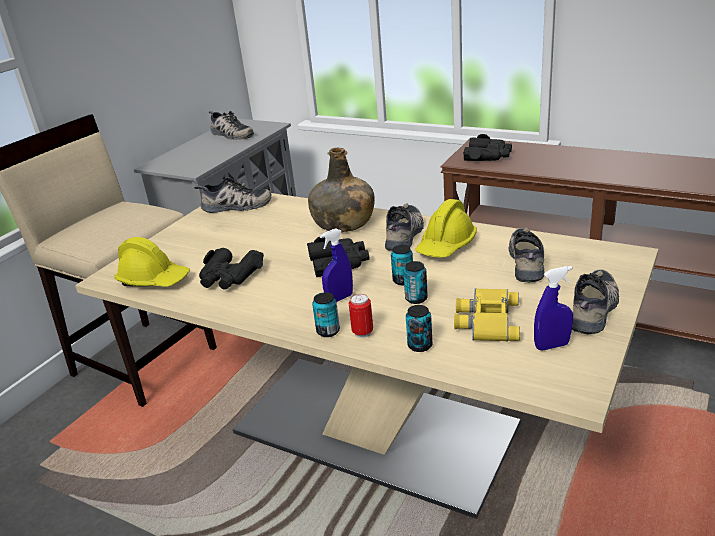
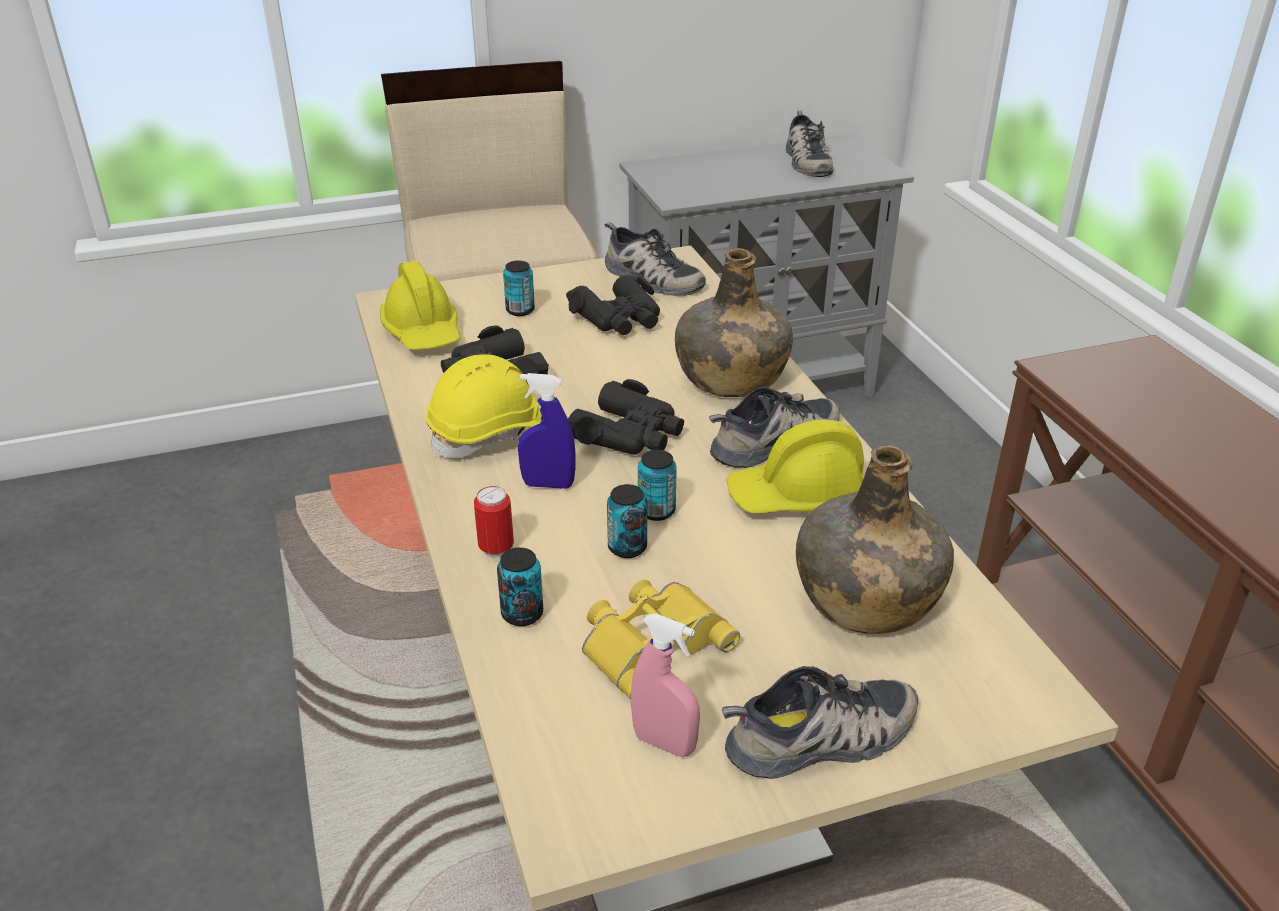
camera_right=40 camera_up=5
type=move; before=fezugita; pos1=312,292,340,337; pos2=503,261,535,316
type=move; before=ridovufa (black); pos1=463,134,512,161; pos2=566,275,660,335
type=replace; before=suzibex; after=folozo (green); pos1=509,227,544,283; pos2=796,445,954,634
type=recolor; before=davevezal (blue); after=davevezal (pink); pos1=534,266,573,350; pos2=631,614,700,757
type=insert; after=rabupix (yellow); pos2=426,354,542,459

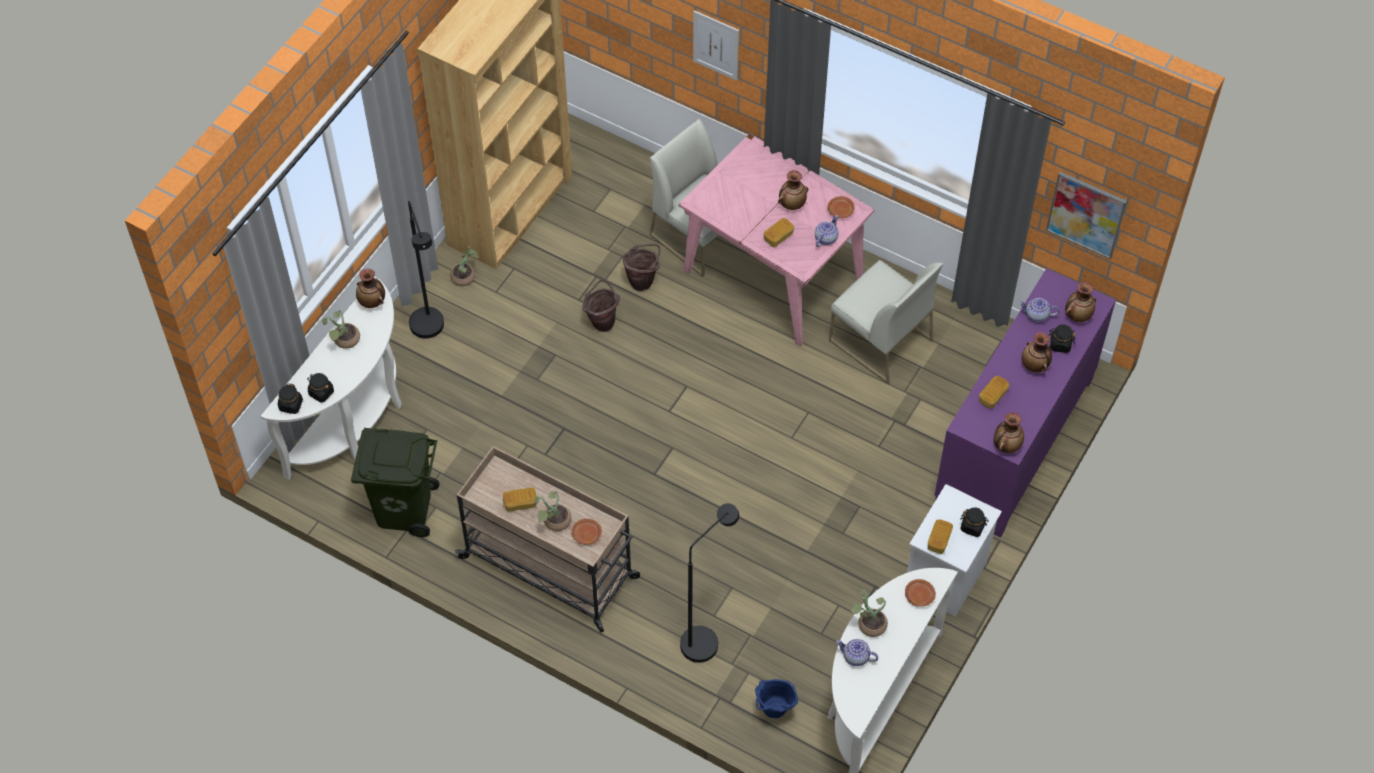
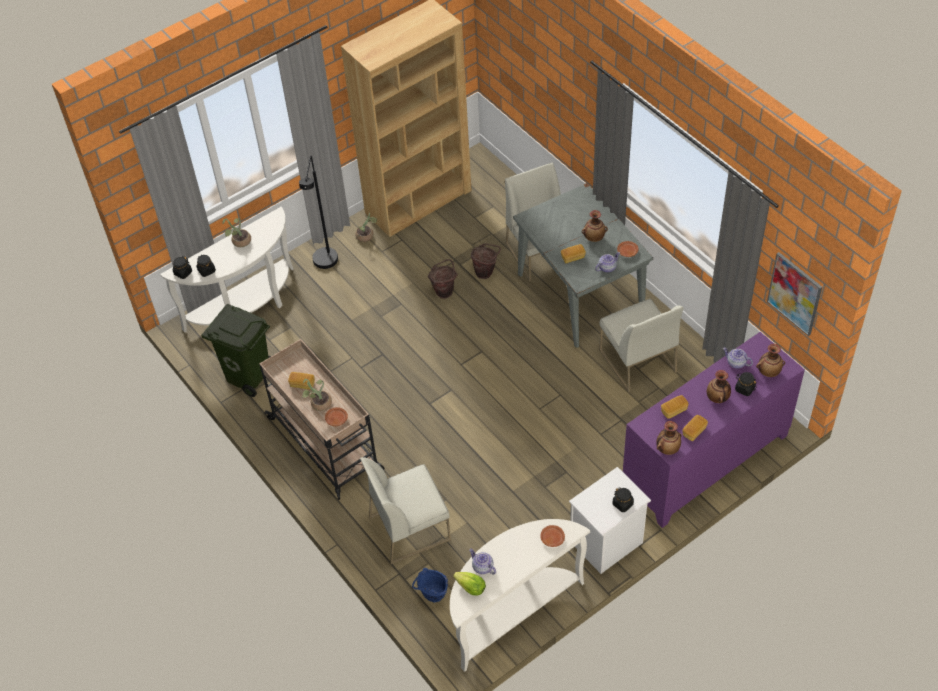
camera_right=25 camera_up=-5
type=delete; before=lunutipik; pos1=356,269,385,308
type=recolor; before=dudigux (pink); after=dudigux (grey); pos1=679,133,874,346; pos2=513,183,653,348
type=replace; before=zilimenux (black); after=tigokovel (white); pos1=680,503,739,663; pos2=360,457,451,564
type=delete; before=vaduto; pos1=693,10,739,81
type=delete; before=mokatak; pos1=850,589,888,637
type=move; before=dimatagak; pos1=928,519,953,554; pos2=683,415,708,441
type=insert; after=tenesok; pos2=453,572,486,596

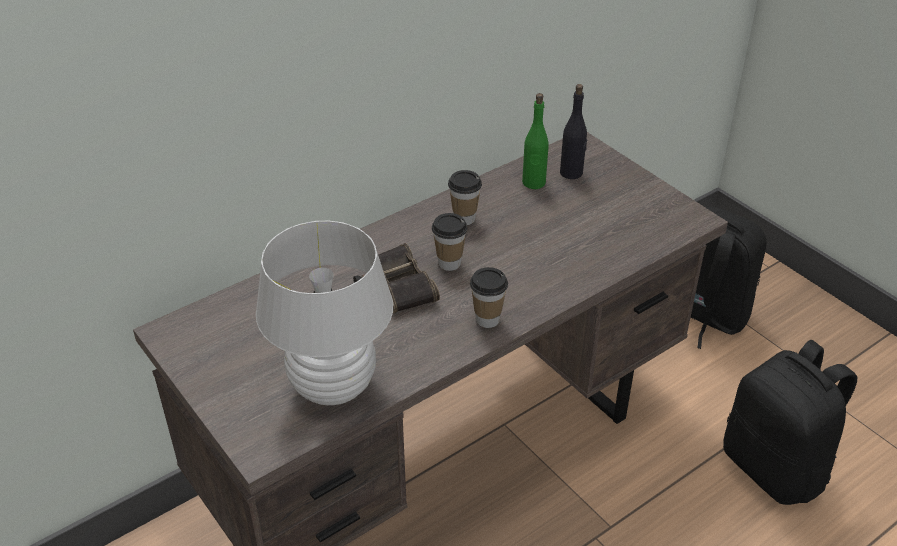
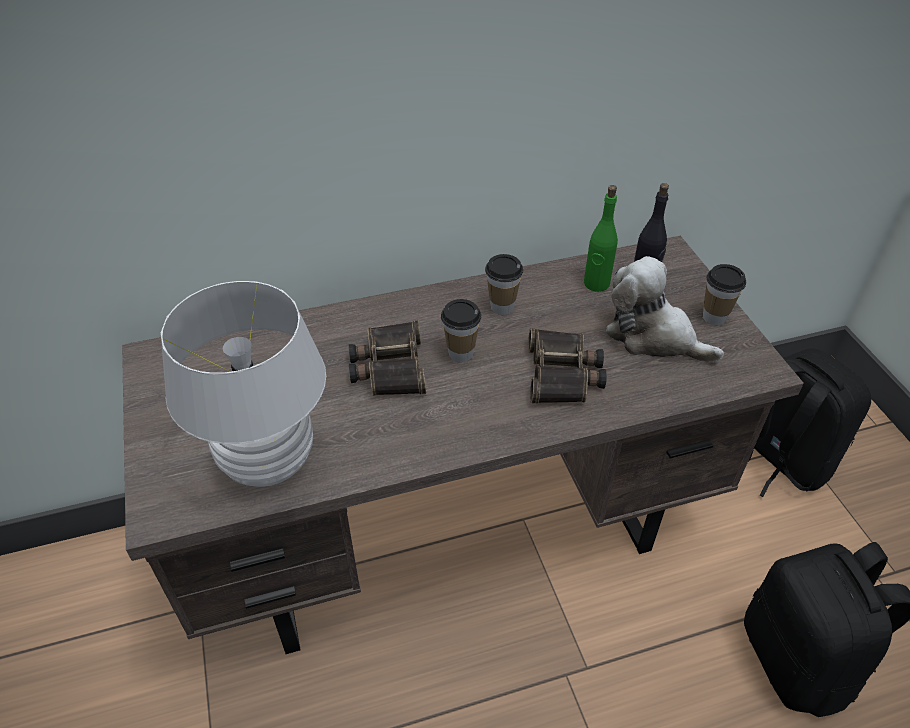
camera_right=20 camera_up=5
type=move; before=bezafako; pos1=470,267,508,328; pos2=703,264,746,325
type=insert; after=ridovufa; pos2=528,328,607,403
type=insert; after=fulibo; pos2=605,256,724,362

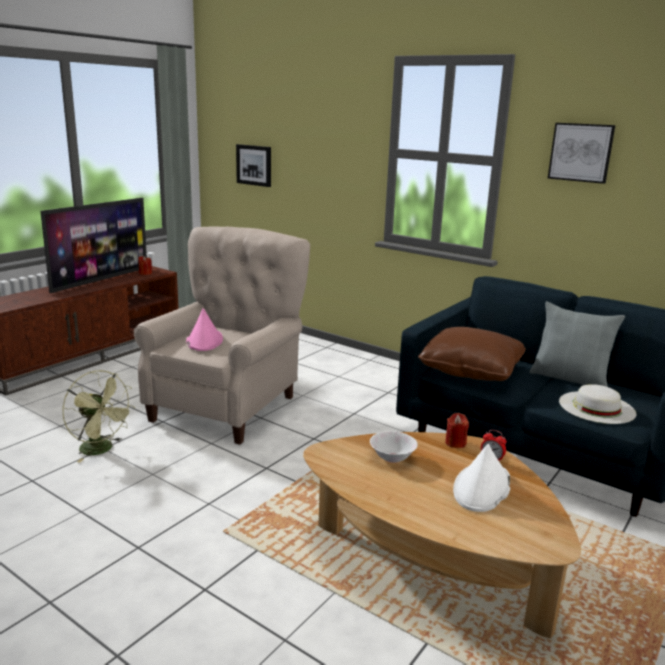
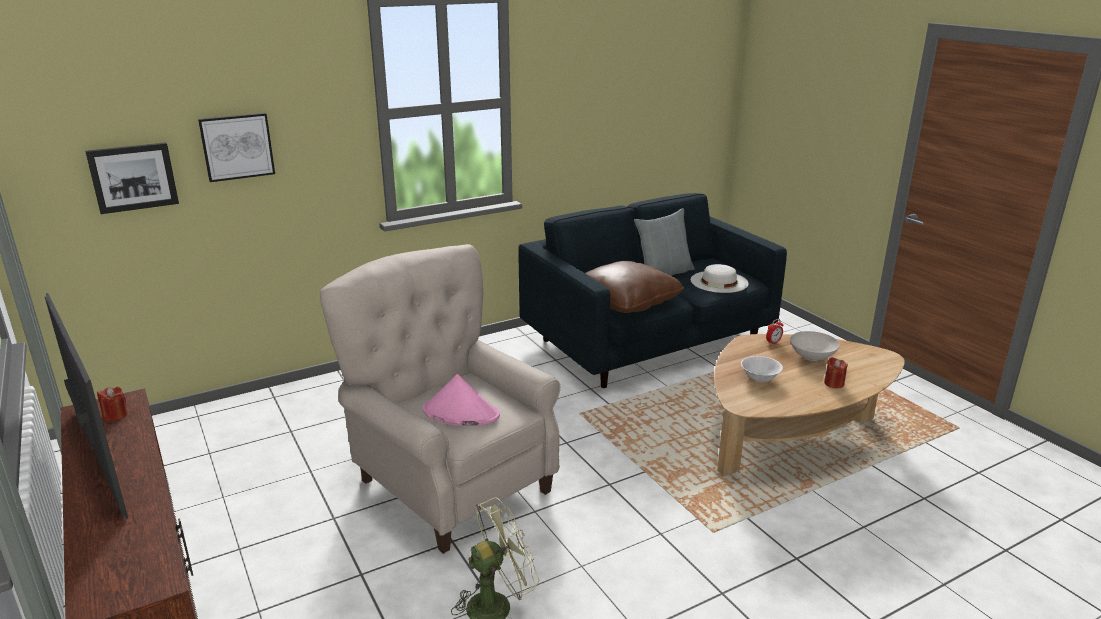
camera_right=-65 camera_up=5
type=move; before=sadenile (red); pos1=445,413,469,448; pos2=824,357,848,388
type=replace; before=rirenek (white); after=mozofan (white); pos1=453,444,510,512; pos2=790,331,840,361
type=move; before=vaduto; pos1=548,123,616,184; pos2=198,113,275,182

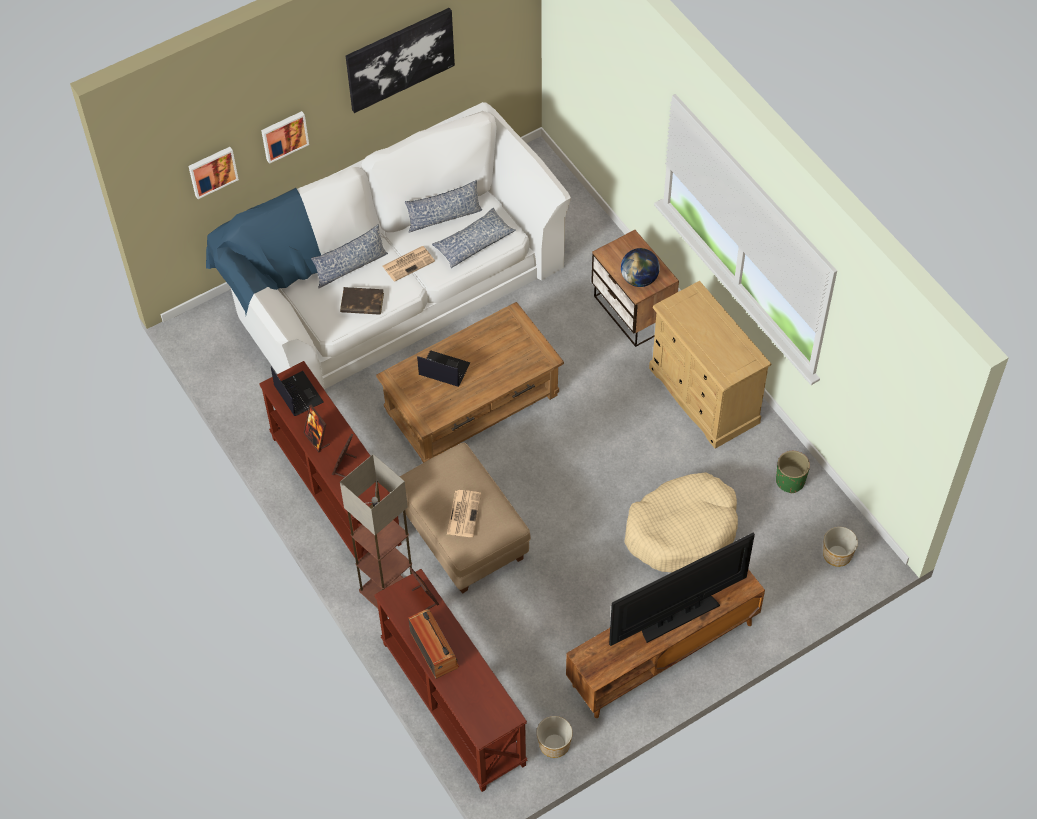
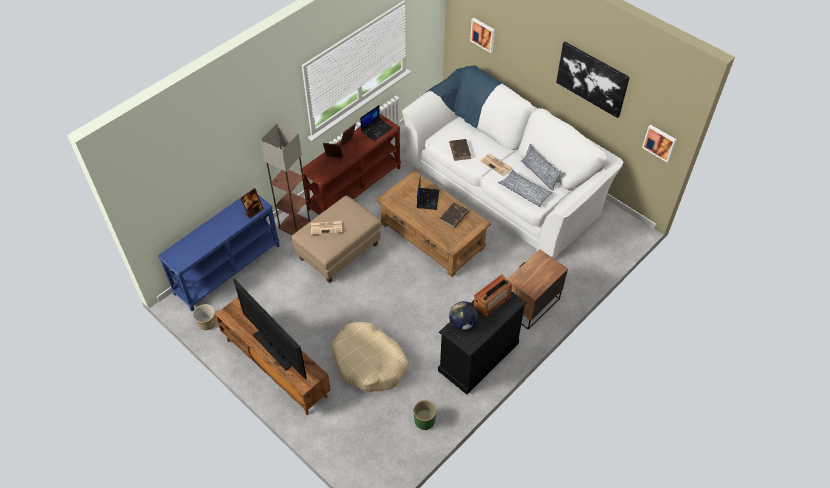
camera_right=75 camera_up=-5
type=move; before=vaduto; pos1=261,111,309,164; pos2=642,125,677,163
type=delete; before=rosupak; pos1=311,225,388,289
type=recolor; before=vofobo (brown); after=vofobo (blue); pos1=375,569,528,792; pos2=158,195,280,312
type=move; before=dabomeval; pos1=408,609,459,679; pos2=474,274,512,316
type=move; before=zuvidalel; pos1=621,248,660,287; pos2=449,301,478,330
type=recolor; before=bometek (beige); after=bometek (black); pos1=649,281,771,449; pos2=438,292,527,394
type=delete; before=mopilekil; pos1=823,527,858,567
type=insert; after=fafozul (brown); pos2=440,202,469,228

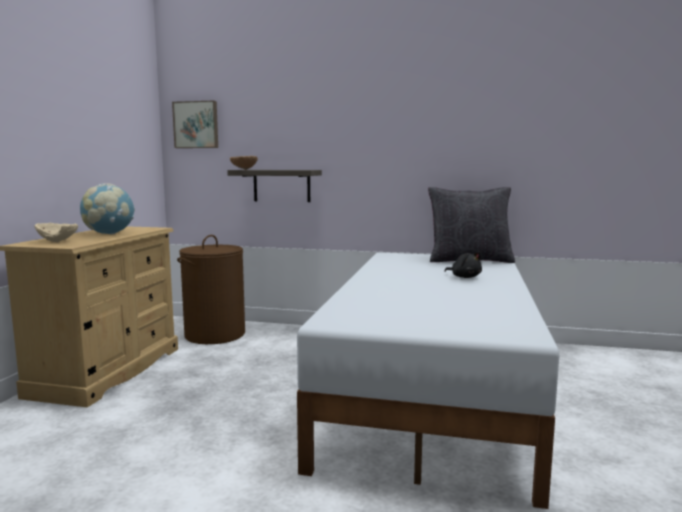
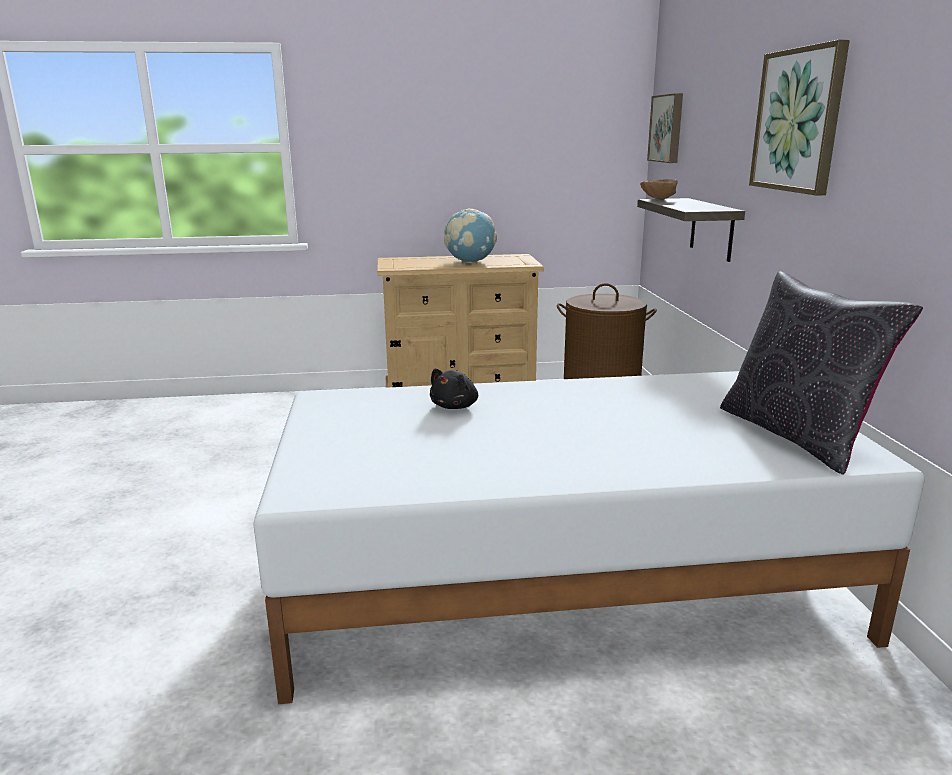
camera_right=70 camera_up=10
type=delete; before=mozofan (beige); pos1=35,223,78,242
type=move; before=fulibo (black); pos1=445,252,482,278; pos2=430,368,478,409
type=insert; after=vaduto; pos2=749,40,850,195

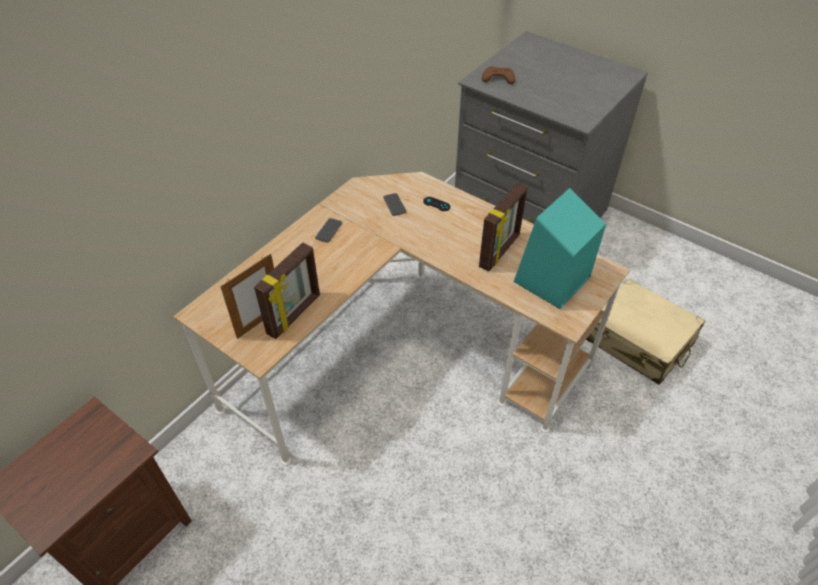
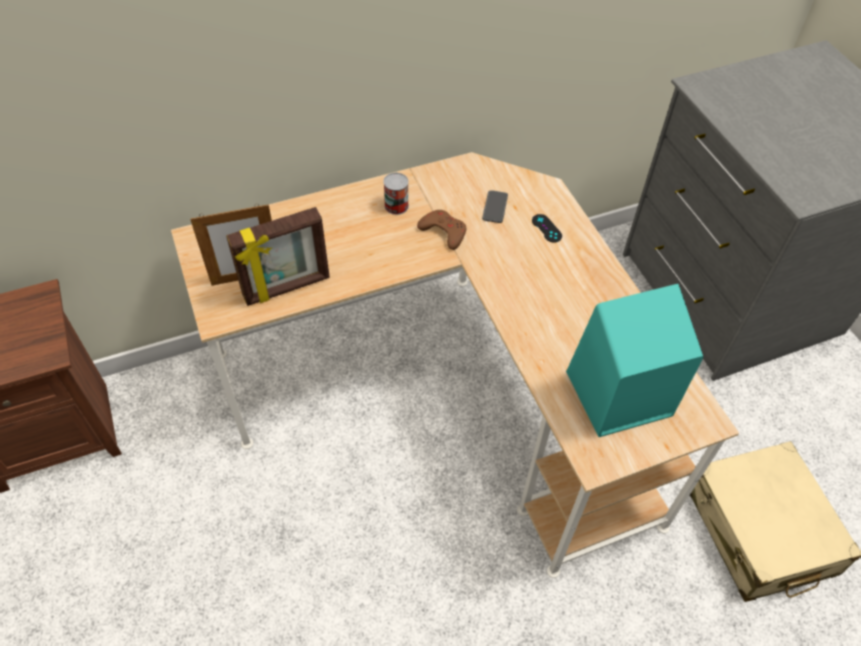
camera_right=30 camera_up=5
type=replace; before=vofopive; after=fezugita; pos1=315,218,342,243; pos2=383,173,409,215
type=delete; before=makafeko; pos1=479,183,527,271
type=move; before=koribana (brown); pos1=482,66,515,84; pos2=417,210,467,250

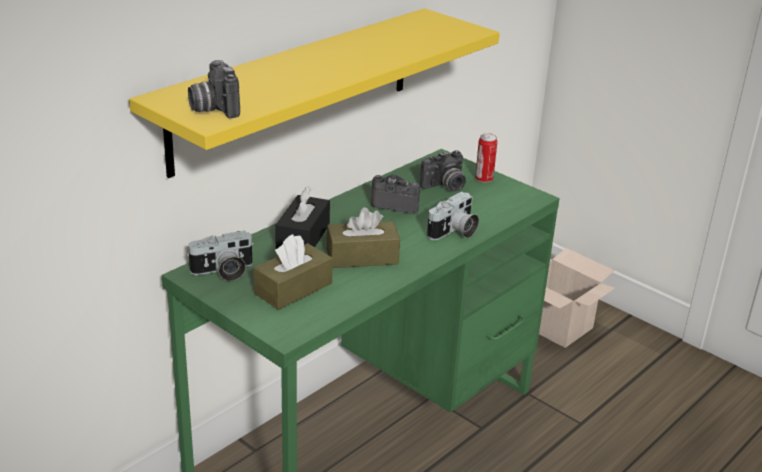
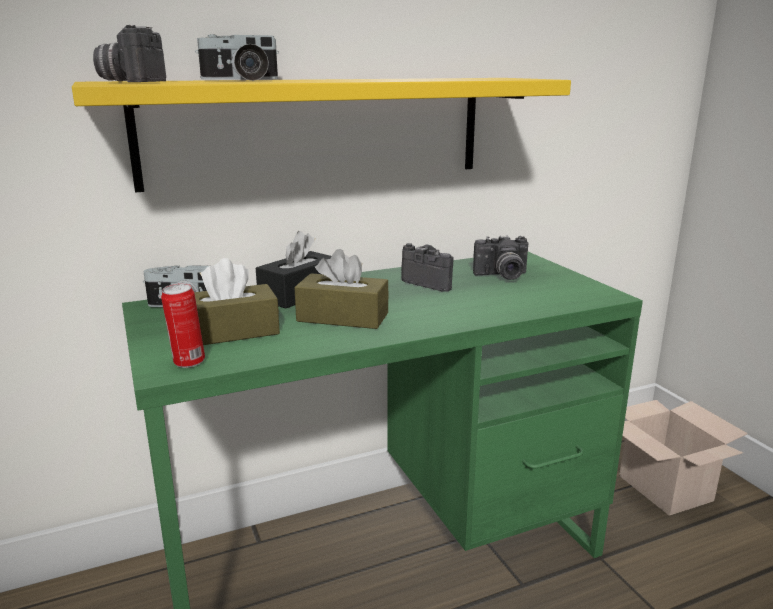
camera_right=25 camera_up=-10
type=move; before=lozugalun; pos1=427,192,479,240; pos2=195,34,279,81
type=move; before=fezugita; pos1=475,133,497,183; pos2=161,283,205,368

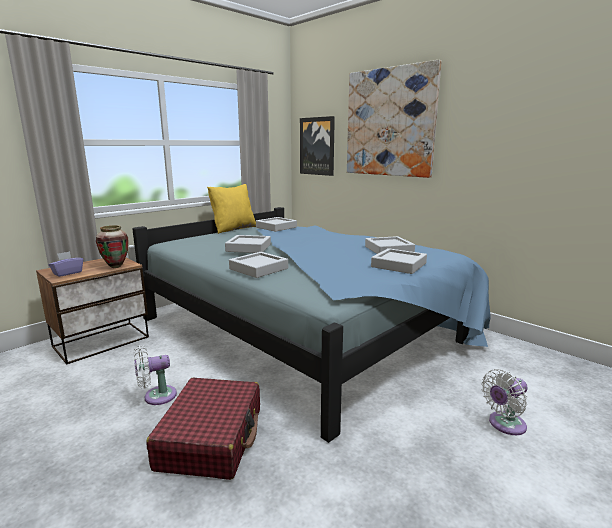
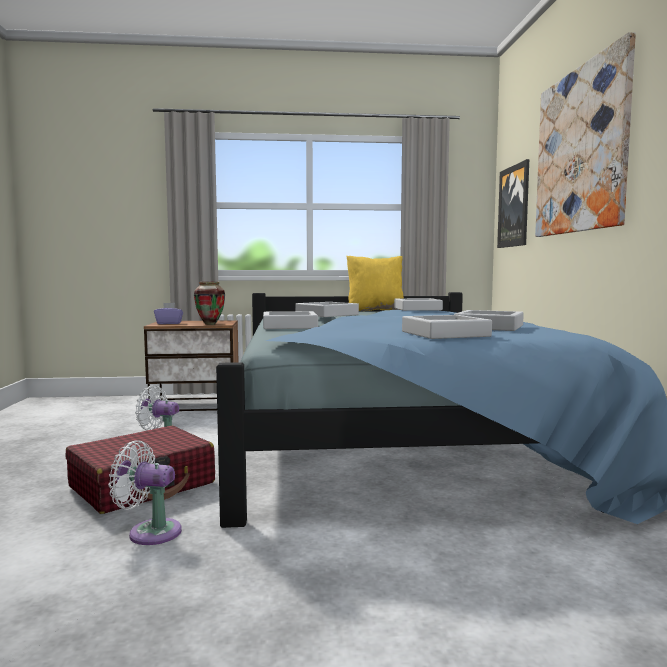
camera_right=40 camera_up=-10
type=move; before=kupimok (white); pos1=481,369,528,435; pos2=109,440,182,545

